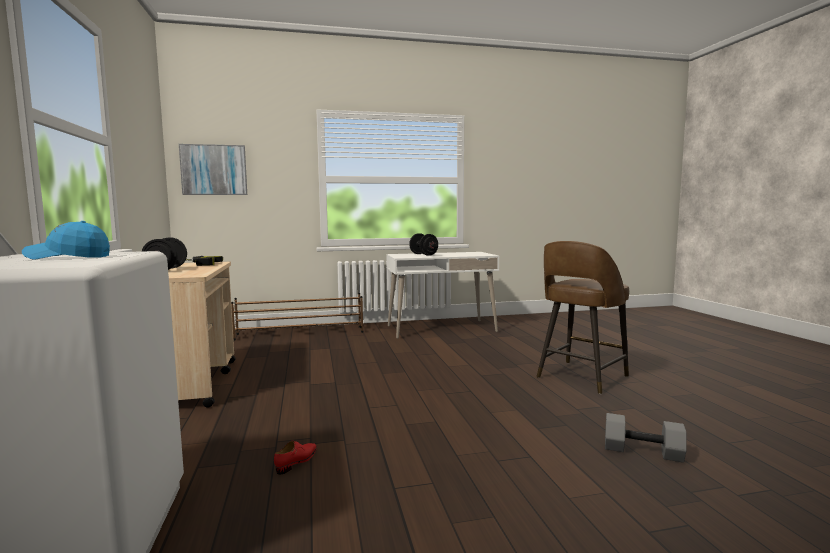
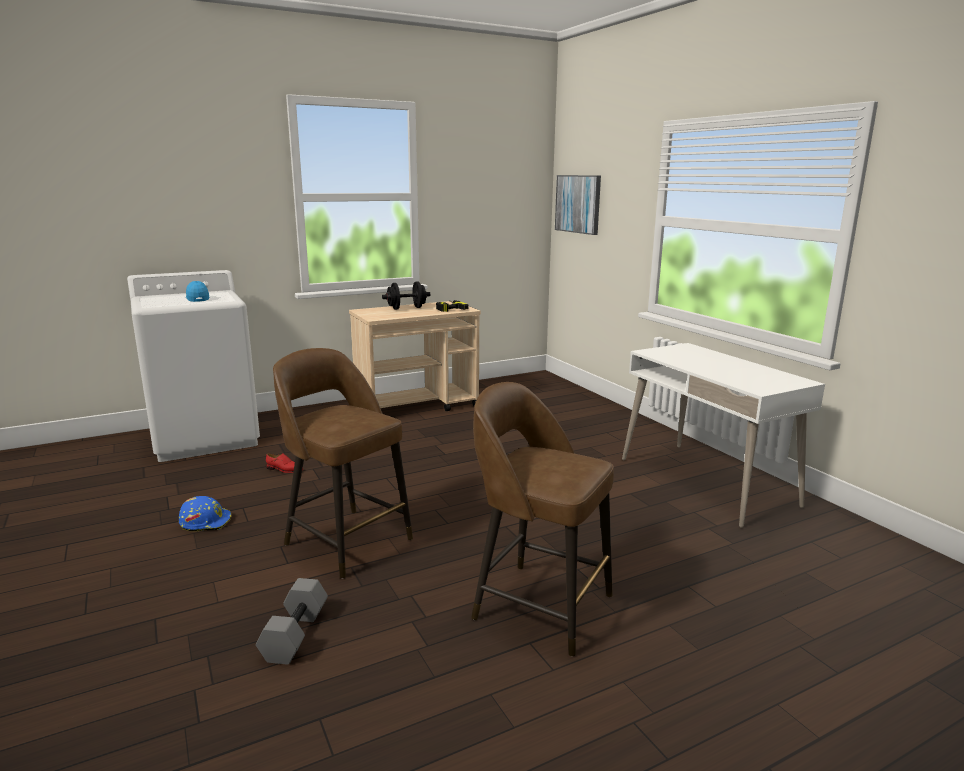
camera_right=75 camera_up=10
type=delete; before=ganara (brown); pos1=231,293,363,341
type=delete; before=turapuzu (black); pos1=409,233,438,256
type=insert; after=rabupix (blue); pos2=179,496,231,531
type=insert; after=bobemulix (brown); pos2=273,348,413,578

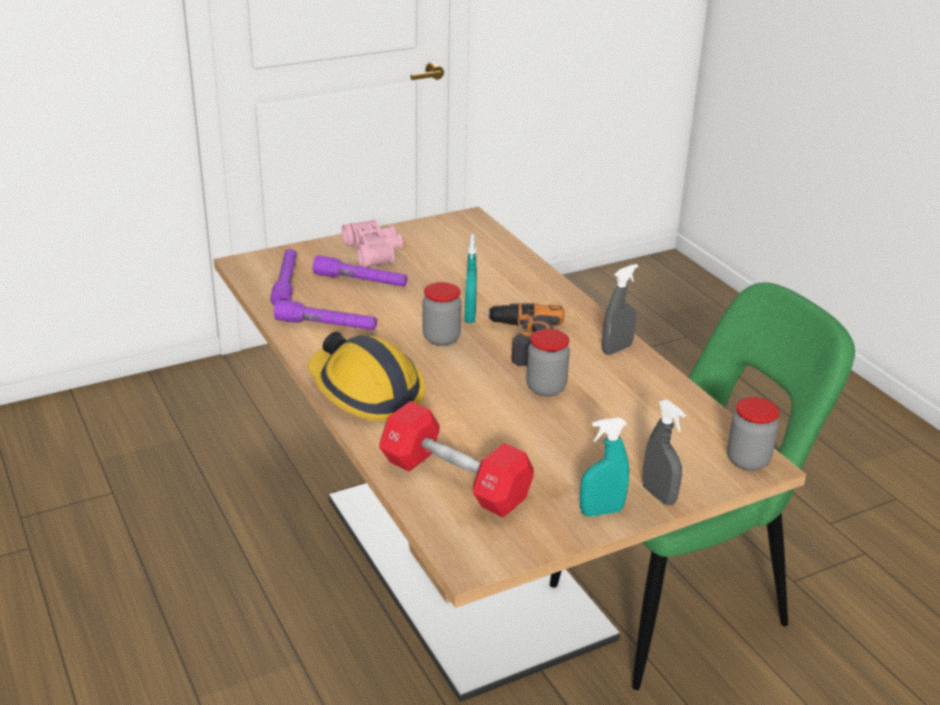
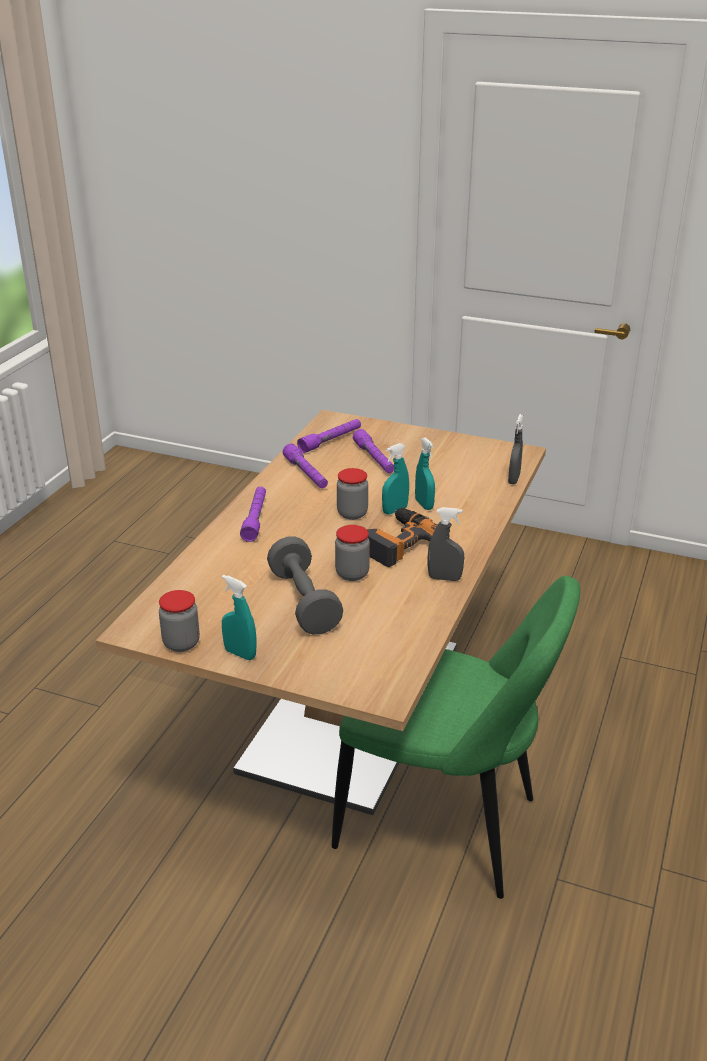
camera_right=50 camera_up=0
type=replace; before=rabupix; after=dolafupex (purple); pos1=308,332,425,421; pos2=240,486,266,542
type=delete; before=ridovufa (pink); pos1=342,220,403,267
type=delete; before=turapuzu (red); pos1=379,401,534,517
type=move; before=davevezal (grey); pos1=643,400,686,505; pos2=508,414,523,484
type=move; before=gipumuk; pos1=727,397,779,471; pos2=159,590,200,652
type=insert; after=turapuzu (grey); pos2=267,537,343,634
type=insert; after=davevezal (turquoise); pos2=415,437,435,510

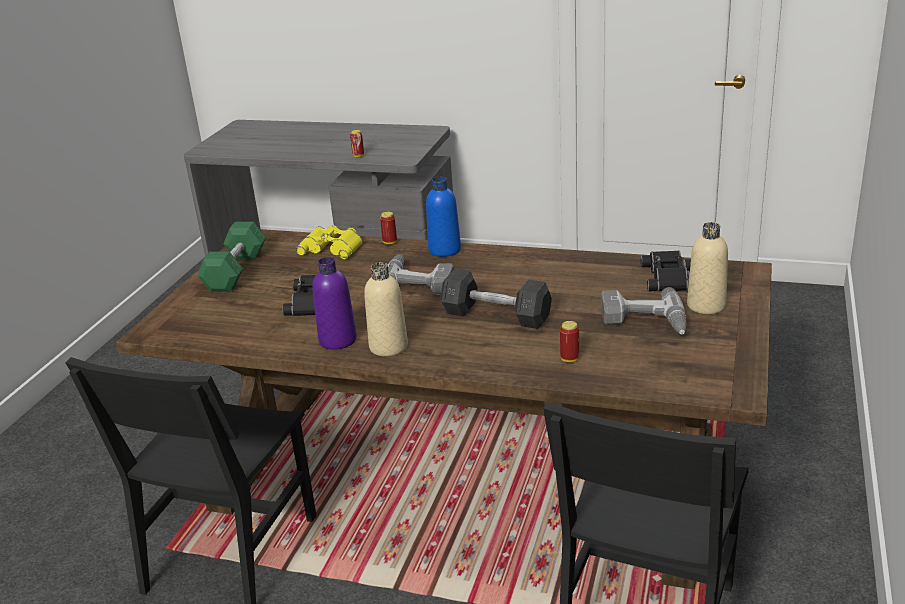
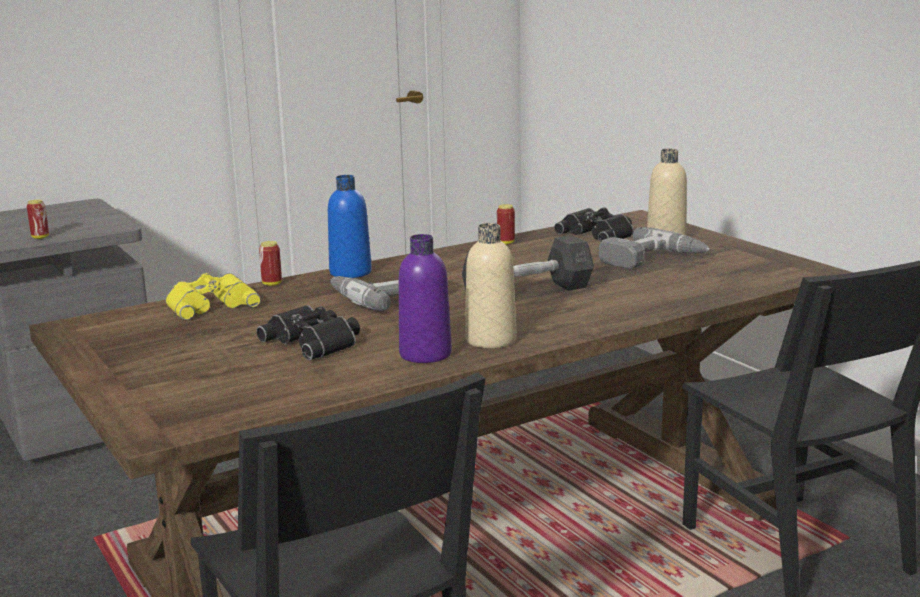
camera_right=-50 camera_up=-10
type=delete; before=turapuzu (green); pos1=197,222,266,292
type=move; before=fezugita; pos1=560,321,579,363; pos2=497,204,515,245

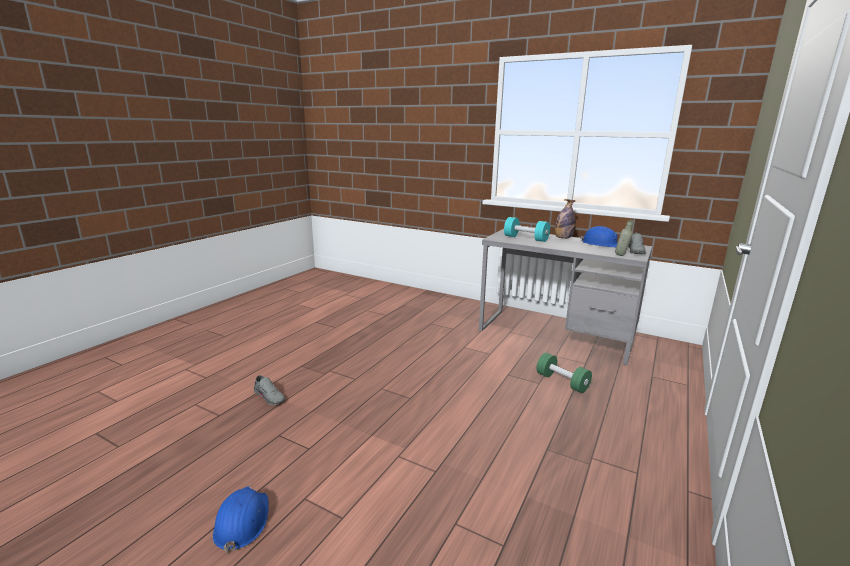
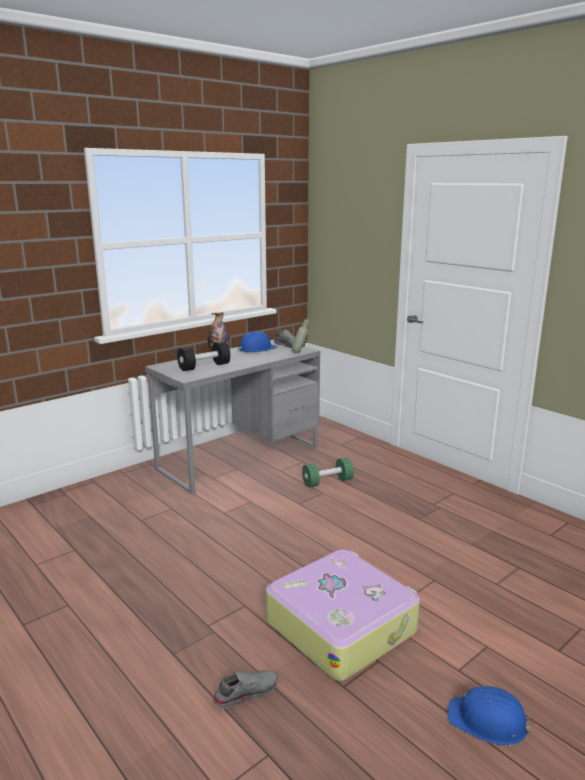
camera_right=-70 camera_up=0
type=recolor; before=turapuzu (turquoise); after=turapuzu (black); pos1=504,217,550,242; pos2=177,341,231,371
type=insert; after=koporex; pos2=266,550,420,681

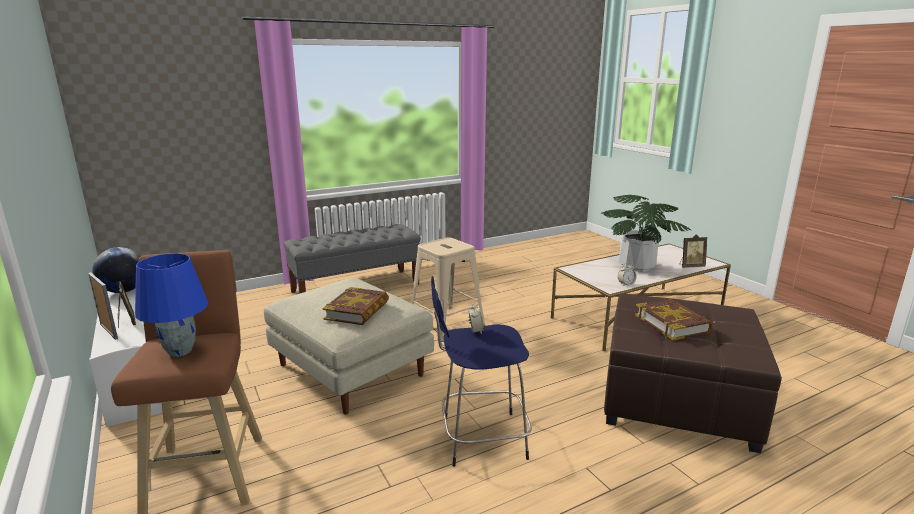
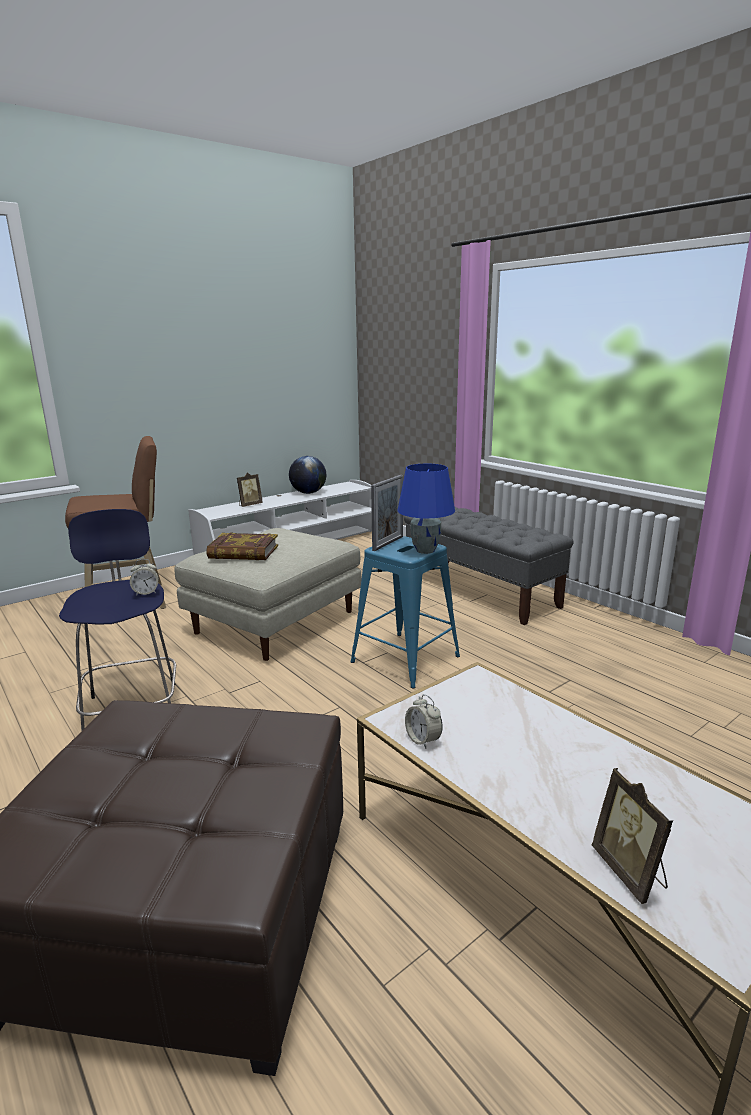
camera_right=80 camera_up=0
type=move; before=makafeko; pos1=88,272,118,340; pos2=371,475,403,551
type=move; before=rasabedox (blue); pos1=135,253,209,357; pos2=397,464,455,554
type=recolor; before=bobemulix (beige); after=bobemulix (blue); pos1=412,237,485,342; pos2=350,536,460,688
type=delete; before=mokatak; pos1=602,195,691,272
type=delete; before=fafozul; pos1=635,299,713,340

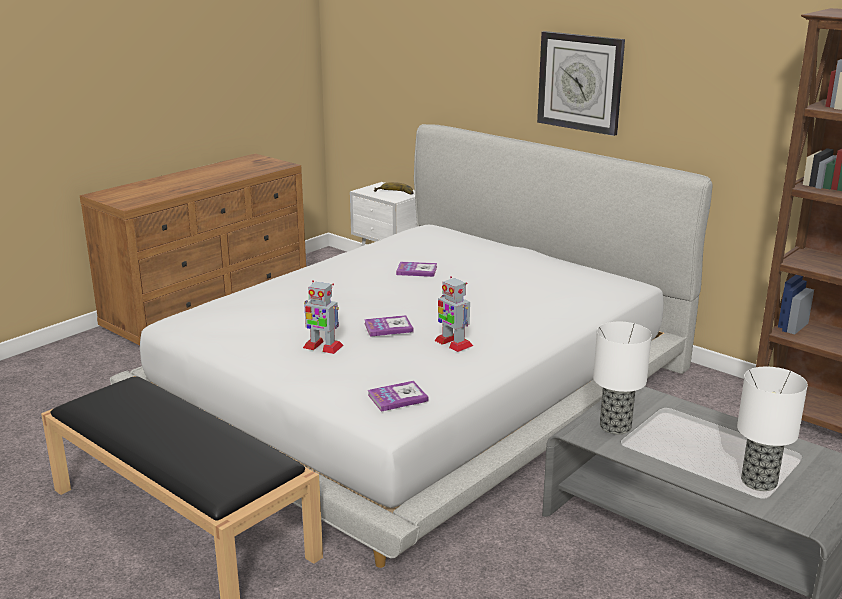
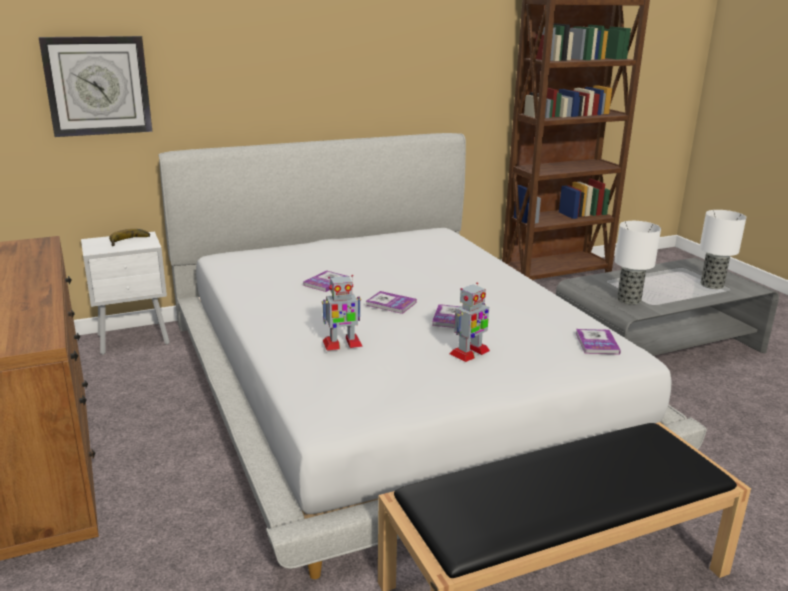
camera_right=-65 camera_up=0
type=move; before=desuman; pos1=434,276,473,352; pos2=322,275,363,350
type=move; before=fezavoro; pos1=537,31,625,136; pos2=39,36,152,137
type=insert; after=fafozul; pos2=366,291,417,314

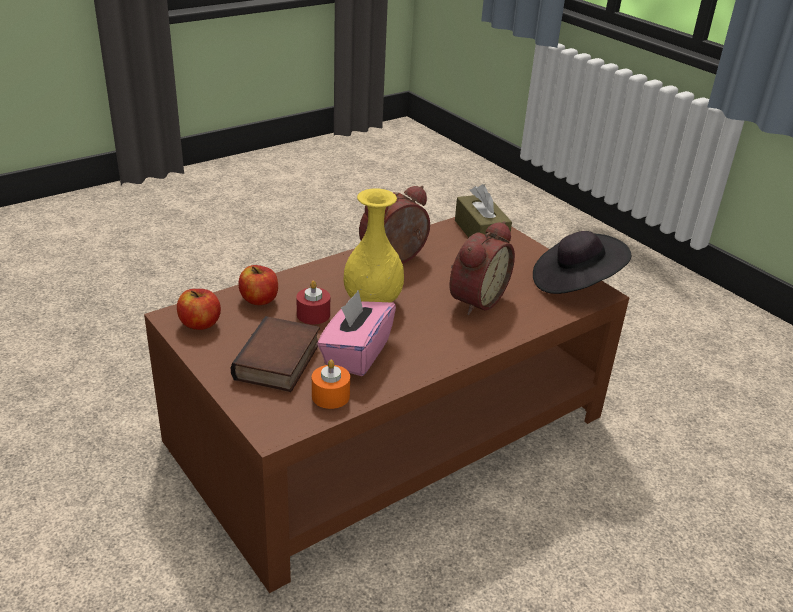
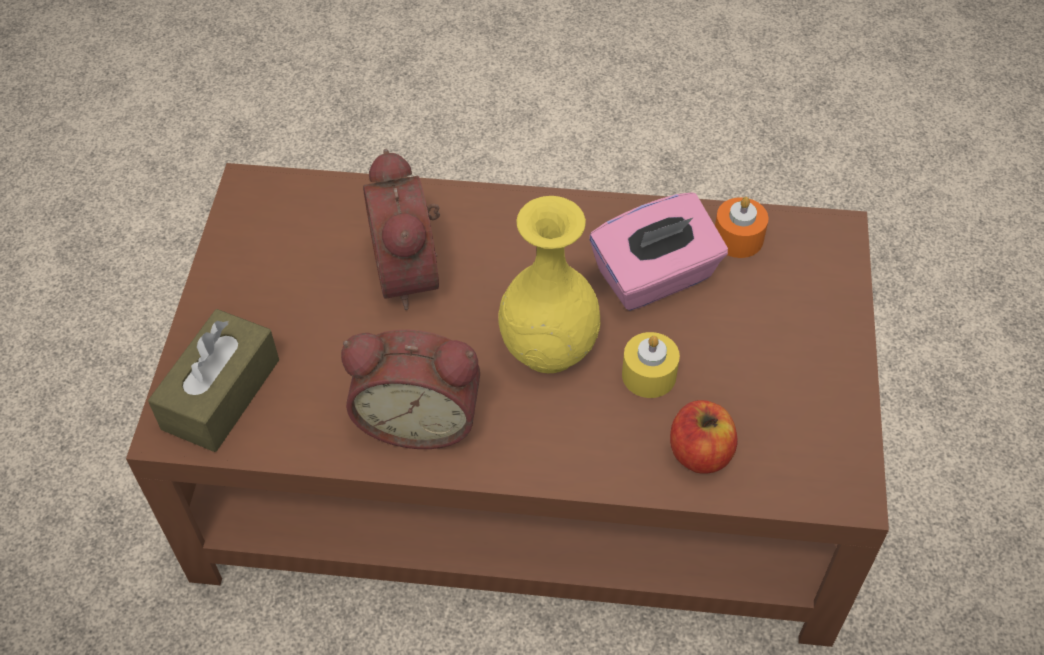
camera_right=-135 camera_up=20
type=delete; before=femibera; pos1=177,289,221,330
type=delete; before=fafozul; pos1=231,316,320,392
type=recolor; before=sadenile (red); after=sadenile (yellow); pos1=296,281,330,324; pos2=622,332,680,398
type=rotate; before=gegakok; pos1=449,221,515,315; pos2=363,149,440,310; turn=-90
type=delete; before=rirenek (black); pos1=533,231,631,294

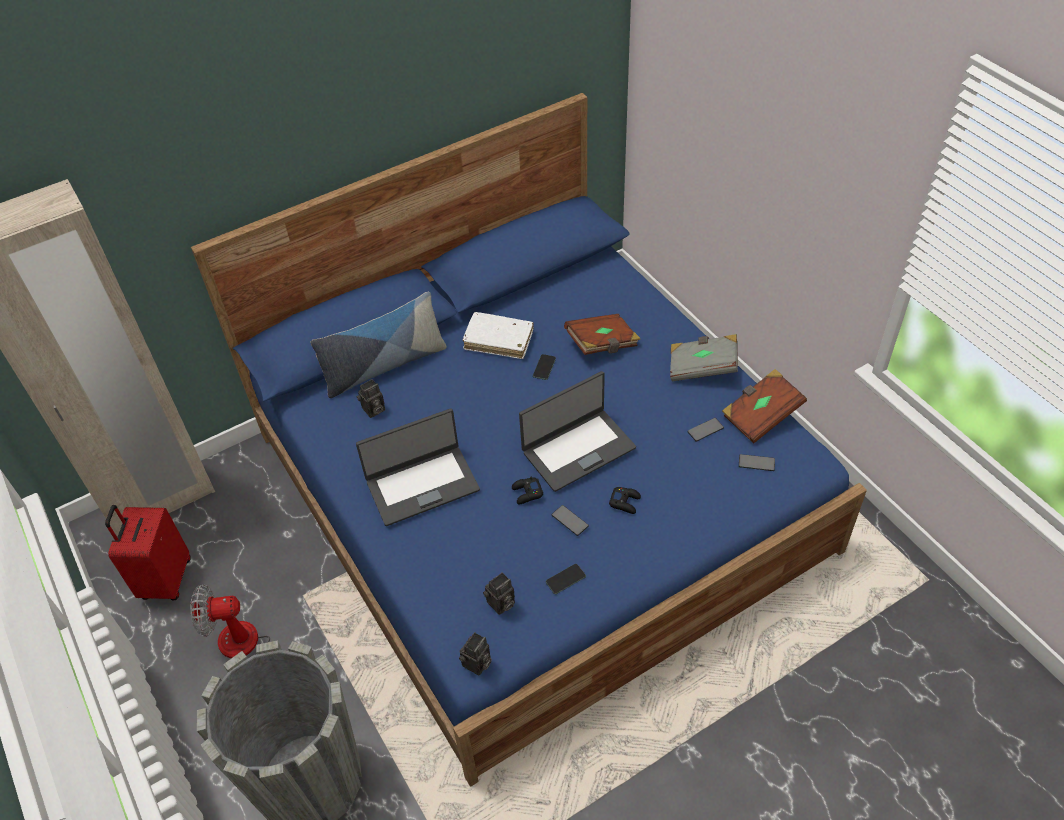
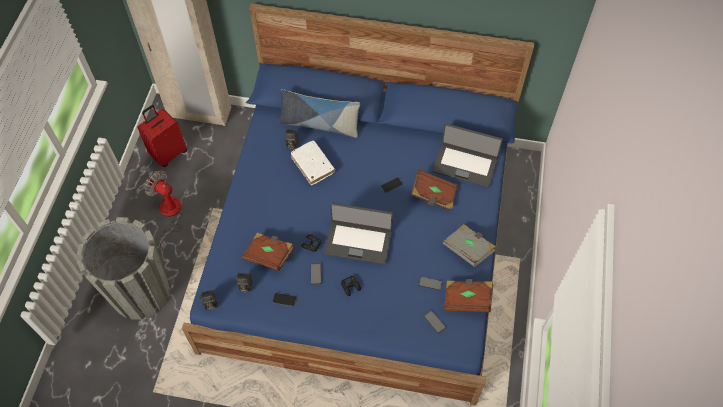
camera_right=40 camera_up=10
type=move; before=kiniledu; pos1=356,408,480,526; pos2=432,123,503,188
type=move; before=fafozul (white); pos1=463,312,534,359; pos2=291,140,335,185
type=insert; after=fafozul (brown); pos2=242,233,294,271

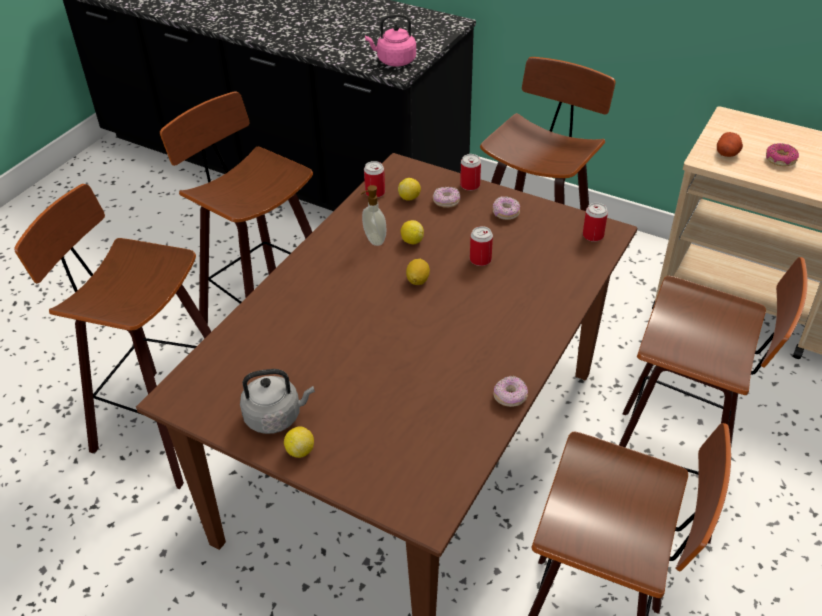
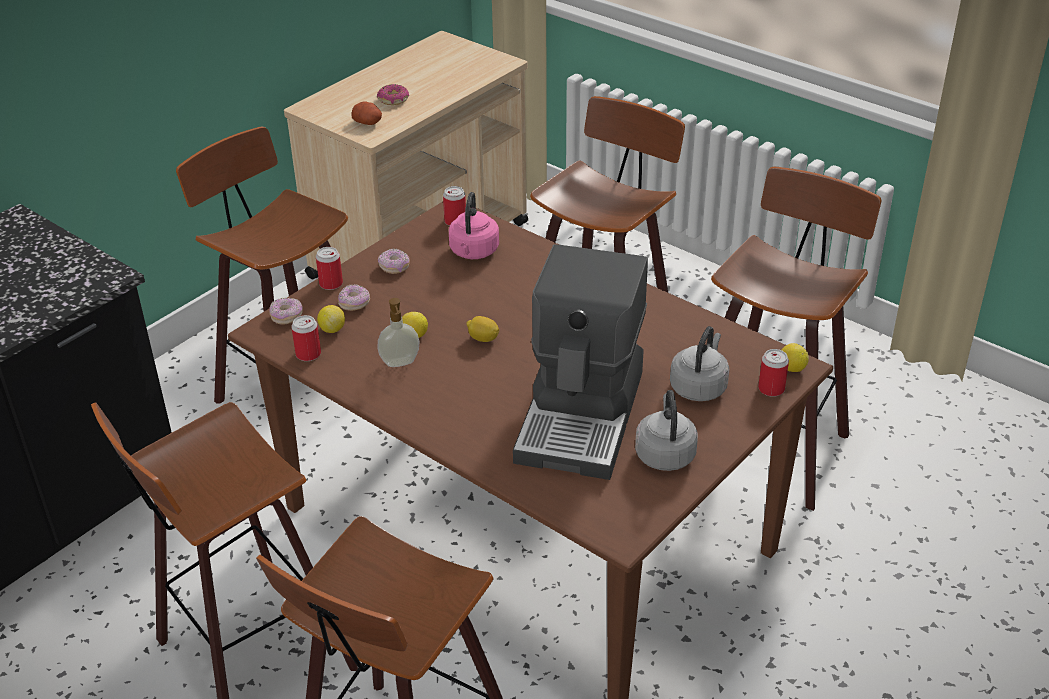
camera_right=-80 camera_up=-5
type=move; before=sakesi; pos1=284,427,314,458; pos2=782,343,809,372
type=move; before=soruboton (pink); pos1=365,14,416,67; pos2=449,192,499,259
type=move; before=fezugita; pos1=470,226,493,266; pos2=758,349,789,397
type=move; before=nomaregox; pos1=494,376,528,407; pos2=269,298,303,325
type=insert; after=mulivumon; pos2=513,244,648,480
type=insert; after=soruboton (grey); pos2=670,326,729,401

